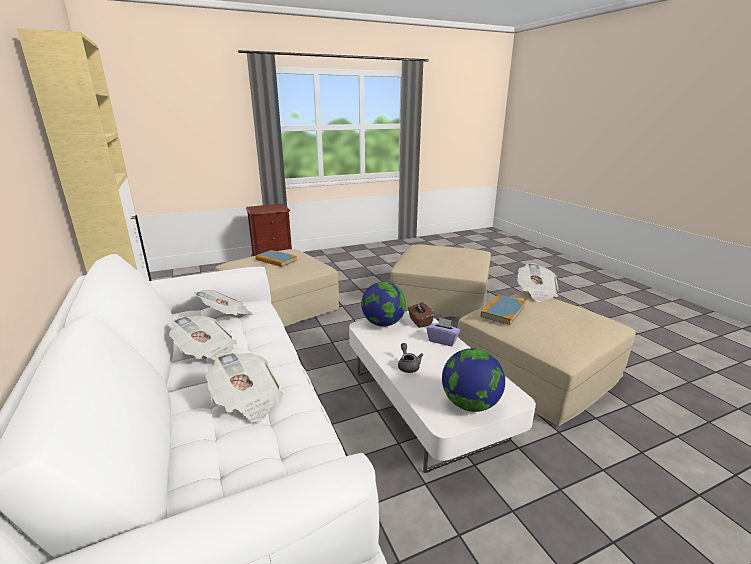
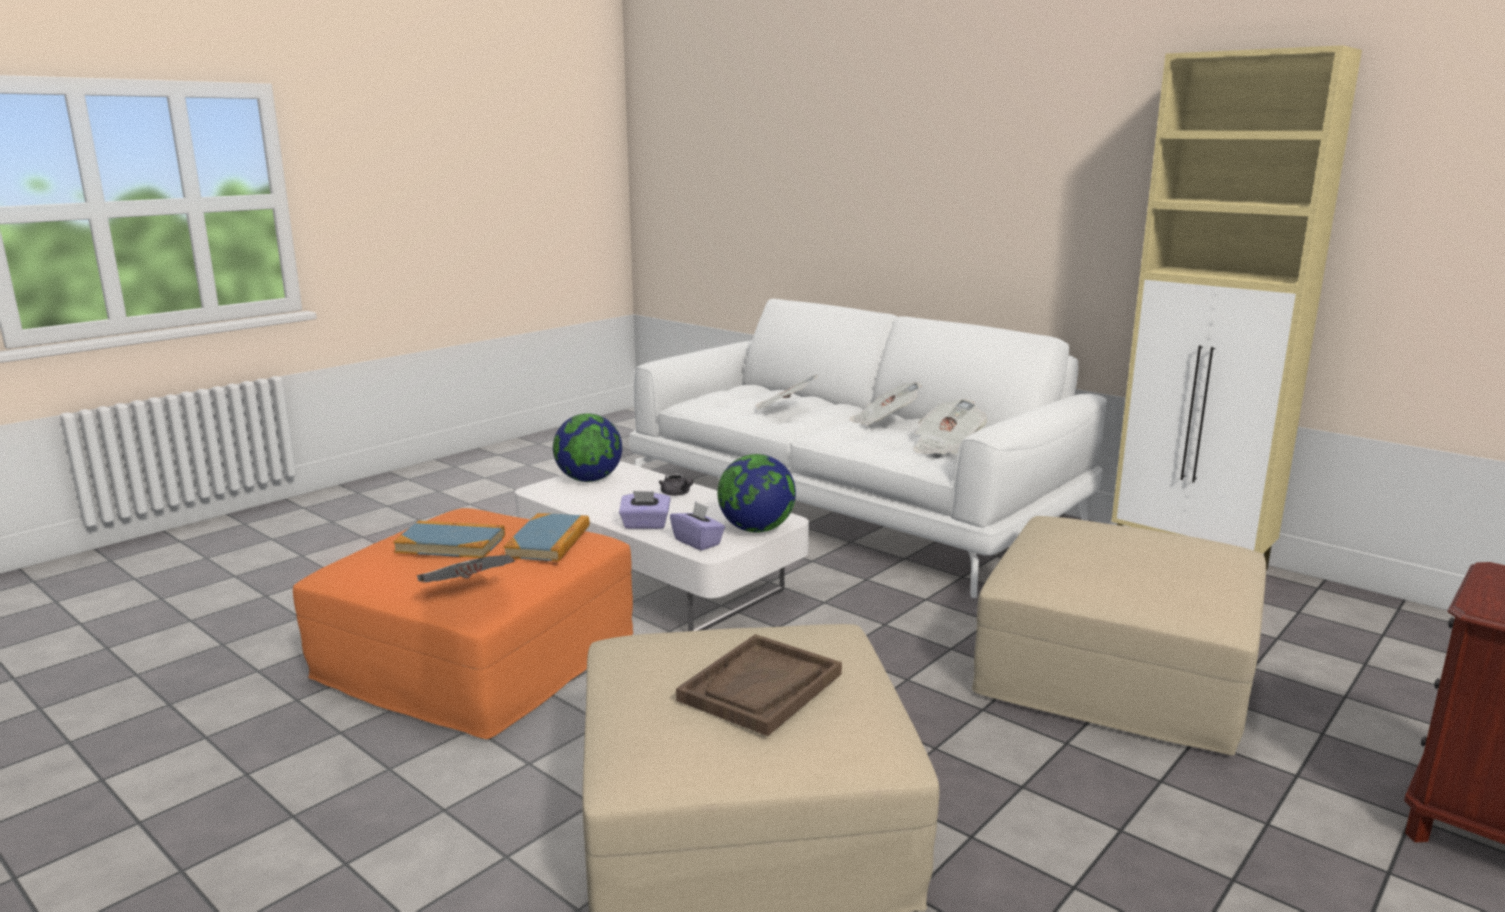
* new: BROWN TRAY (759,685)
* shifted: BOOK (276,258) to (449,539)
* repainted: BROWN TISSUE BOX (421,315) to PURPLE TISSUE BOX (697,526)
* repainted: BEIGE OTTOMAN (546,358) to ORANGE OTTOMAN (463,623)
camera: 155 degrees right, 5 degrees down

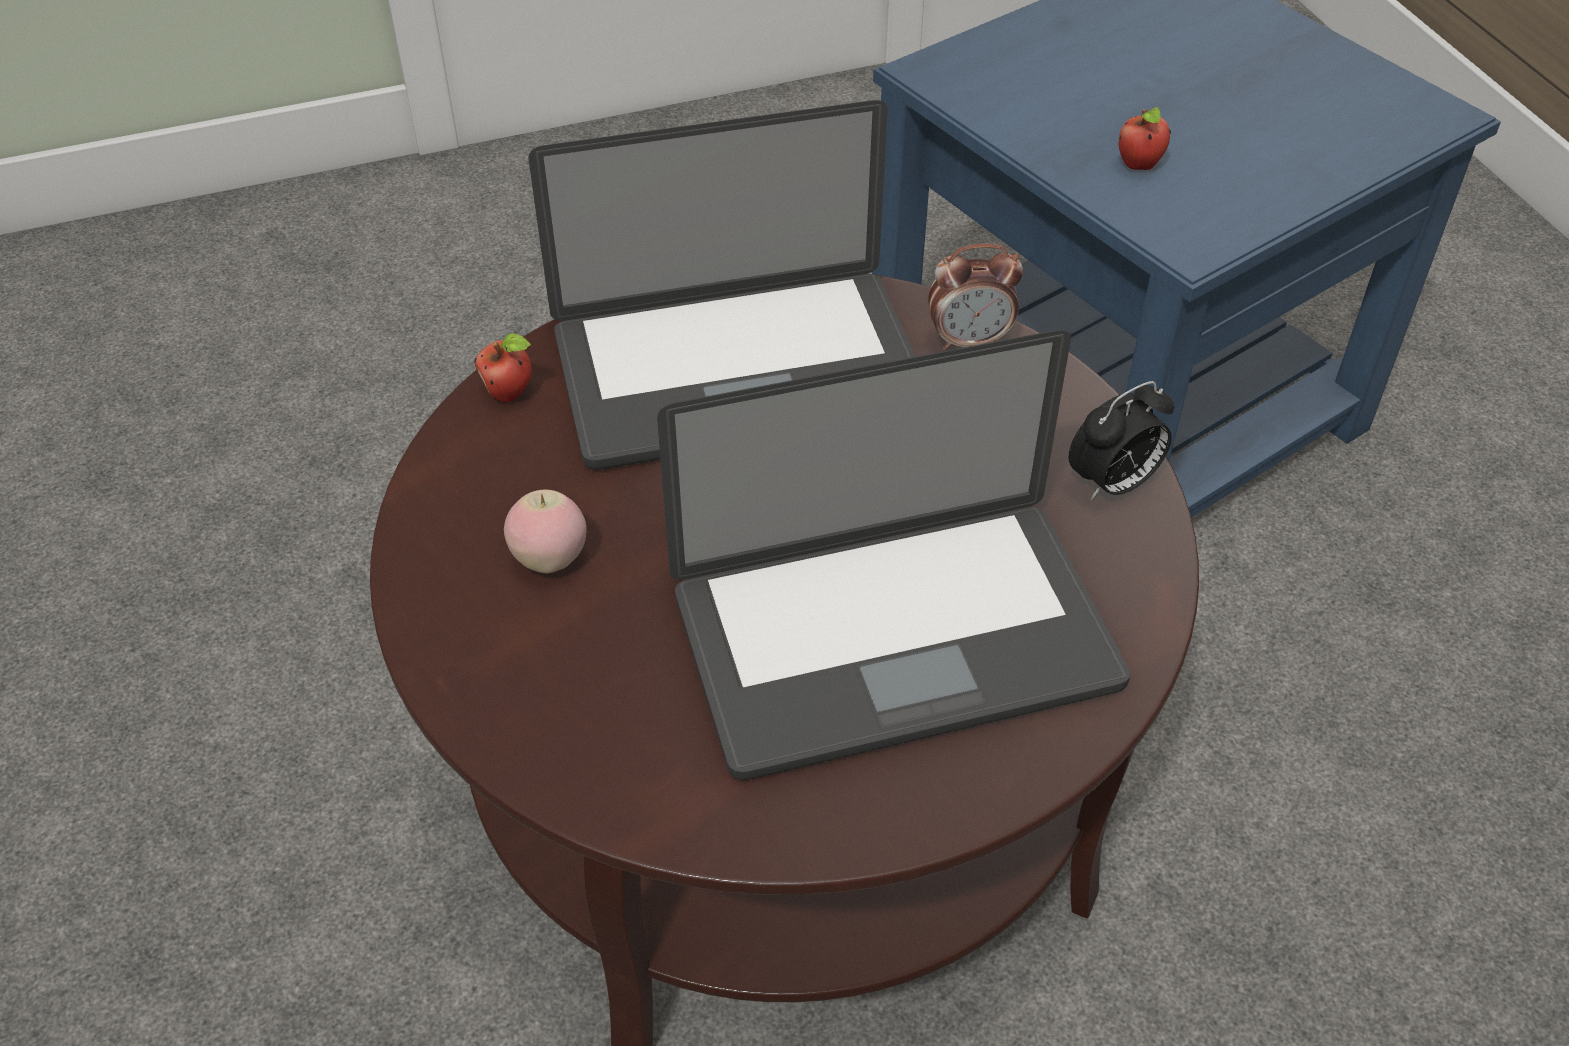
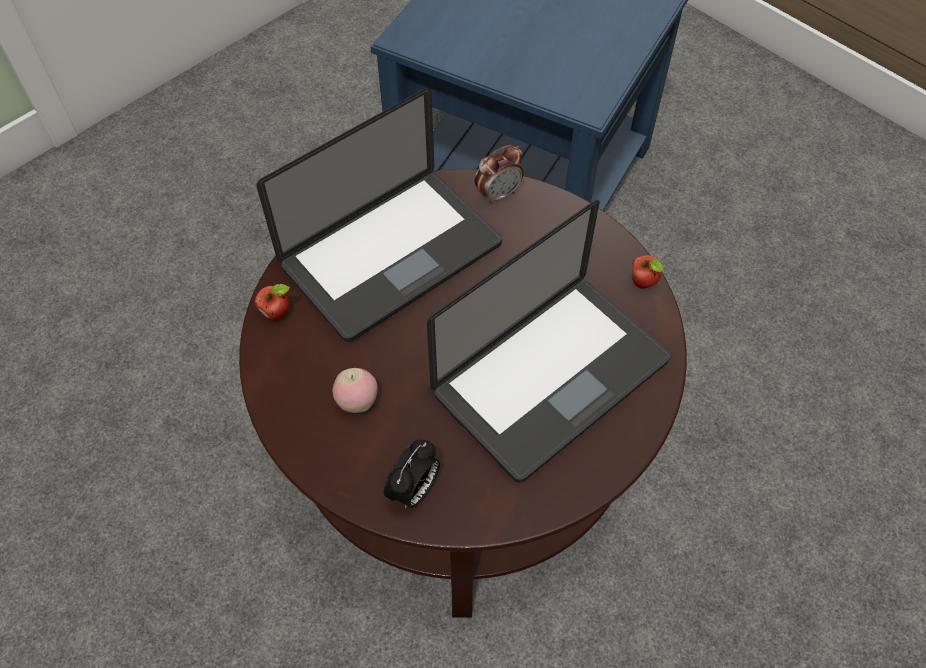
* shifted: ALARM CLOCK (1121,440) to (412,474)
* shifted: APPLE (1145,138) to (647,271)
camera: 25 degrees left, 10 degrees up

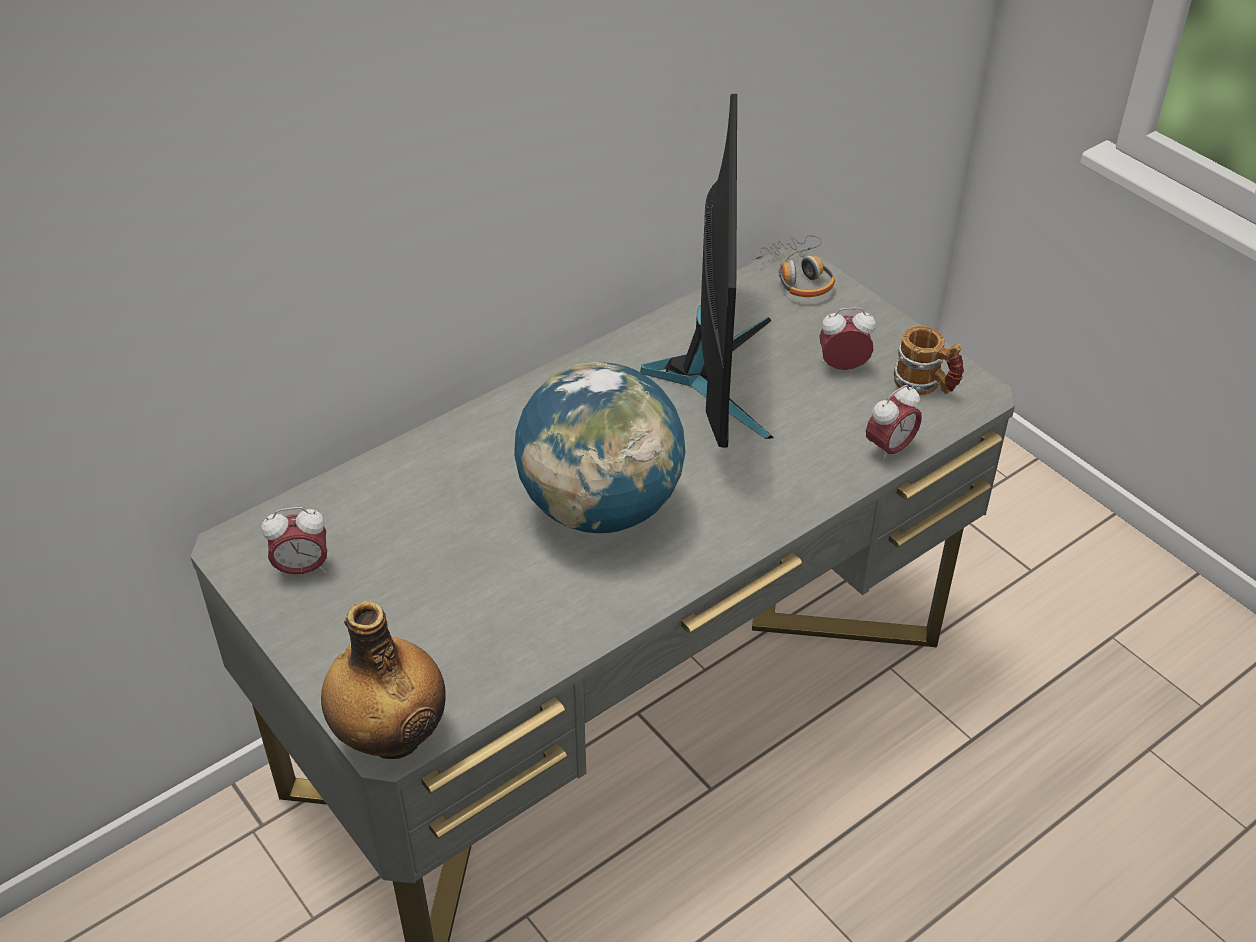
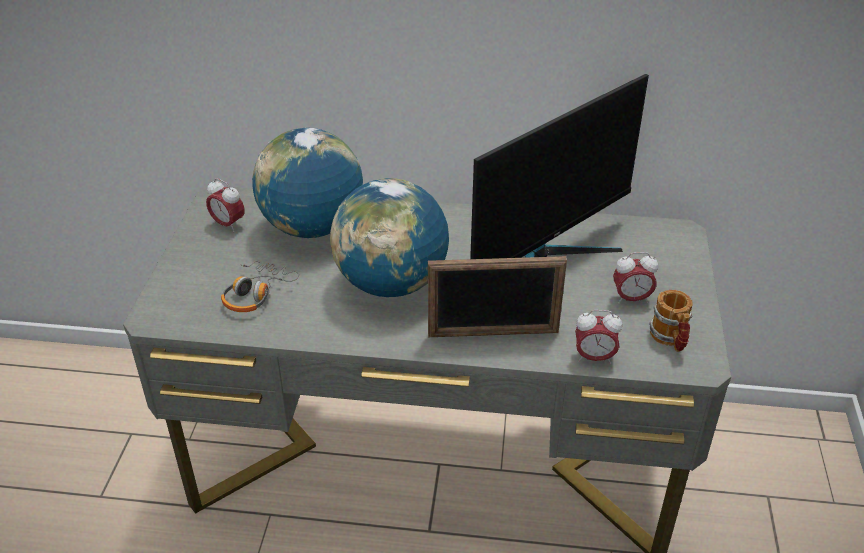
* gone: BOTTLE (383,680)
* new: GLOBE (307,183)
* new: PICTURE FRAME (497,296)
* shifted: HEADPHONES (793,266) to (260,286)
* rotated: ALARM CLOCK (847,339) = (635,278) 135 degrees clockwise
camera: 45 degrees right, 5 degrees down

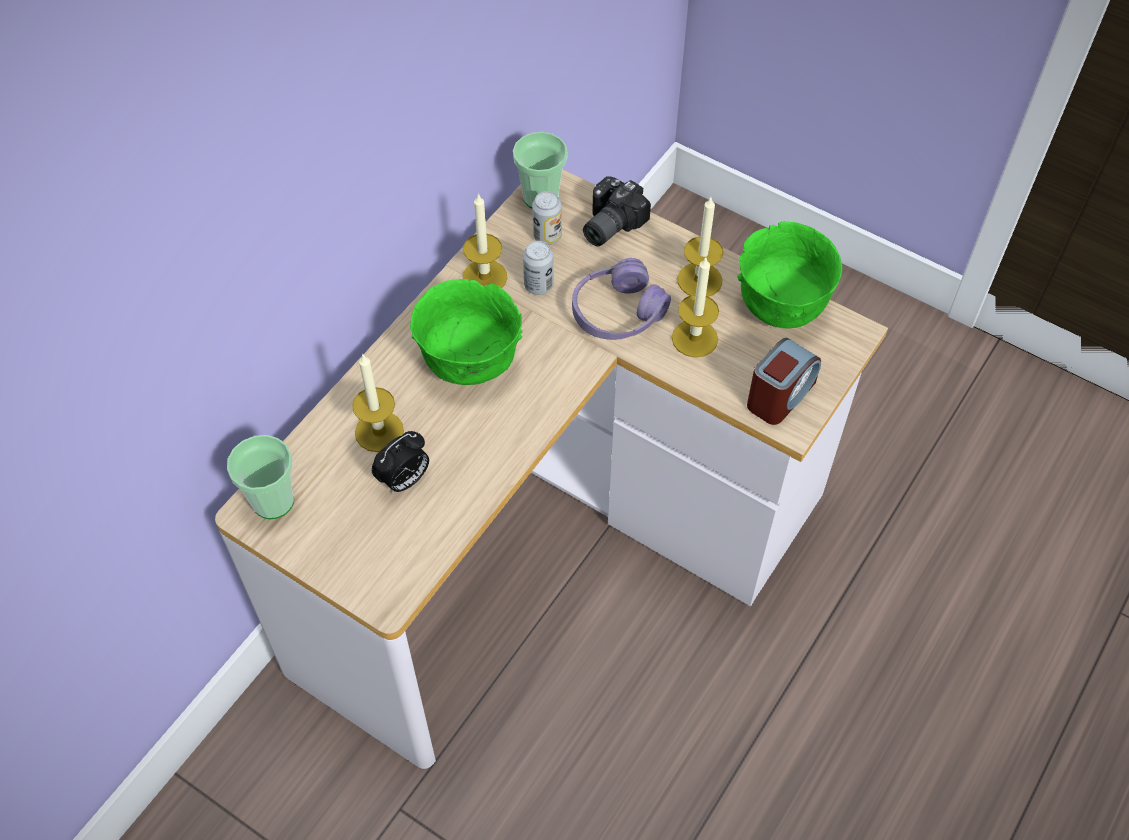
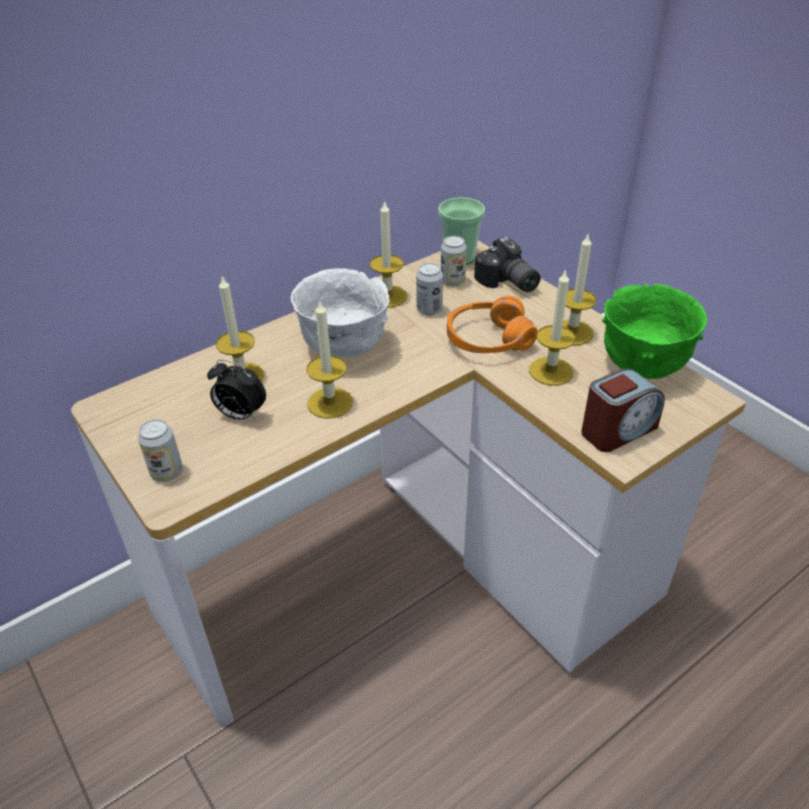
* gone: CUP (260,477)
* new: CAN (160,450)
* new: CANDLE (329,359)
* repainted: GREEN BOWL (466,332) to WHITE BOWL (340,312)
* repainted: PURPLE HEADPHONES (621,299) to ORANGE HEADPHONES (492,324)
* rotated: ALARM CLOCK (400,462) = (236,390) 45 degrees clockwise
* rotated: PHOTO CAMERA (617,211) = (507,264) 90 degrees counterclockwise
camera: 20 degrees right, 15 degrees down

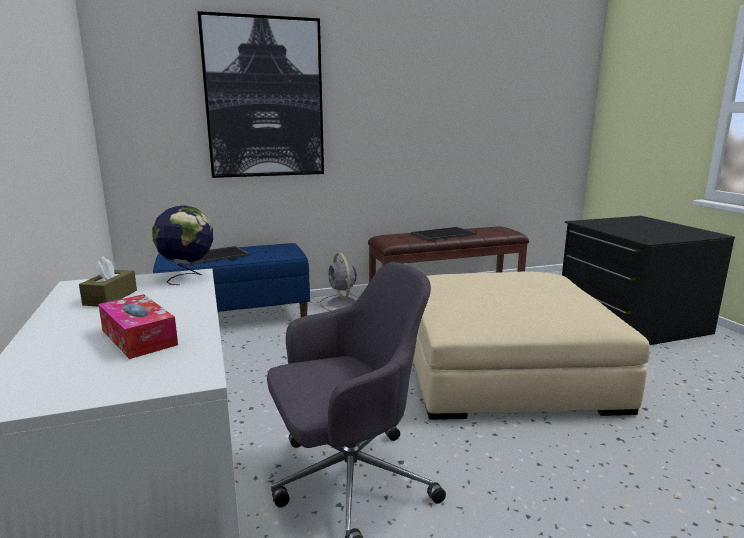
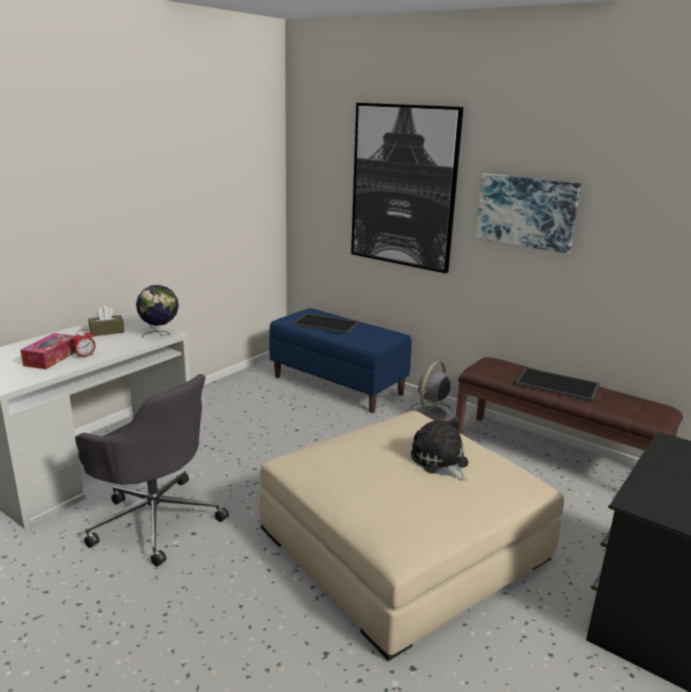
* new: ALARM CLOCK (84,343)
* new: PLUSH TOY (439,449)
* new: PICTURE (528,213)
camera: 55 degrees right, 5 degrees up

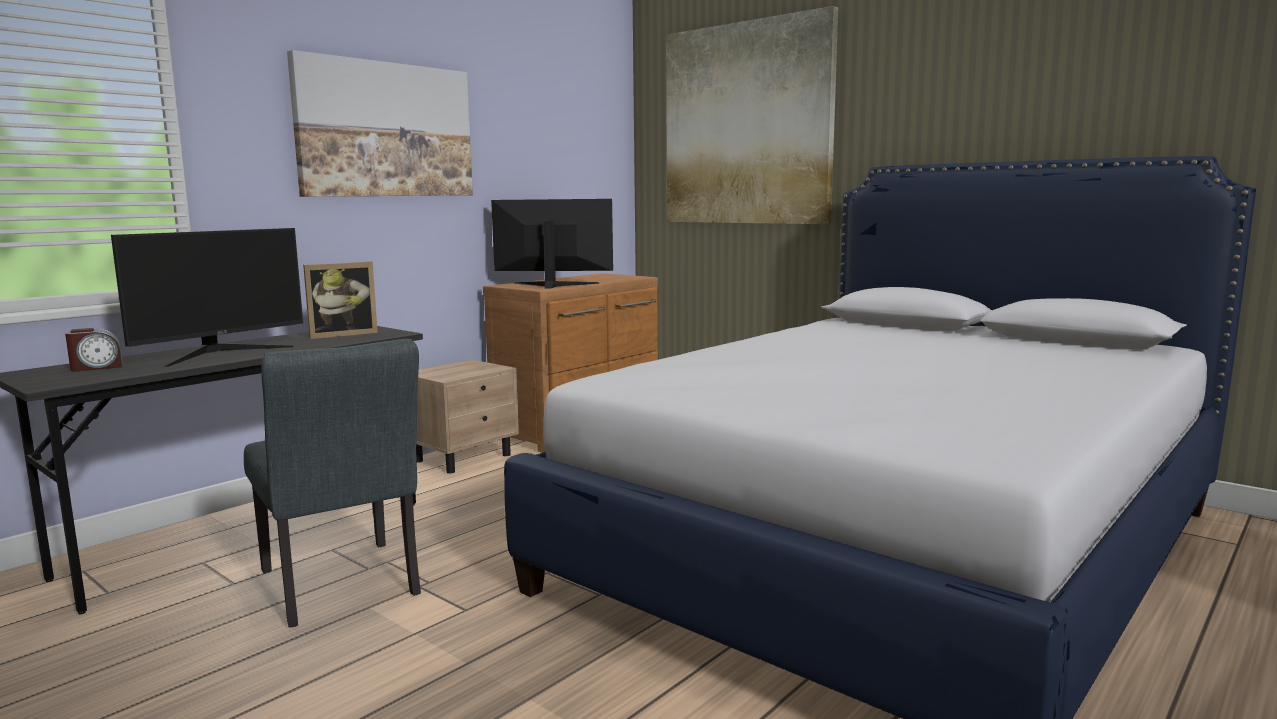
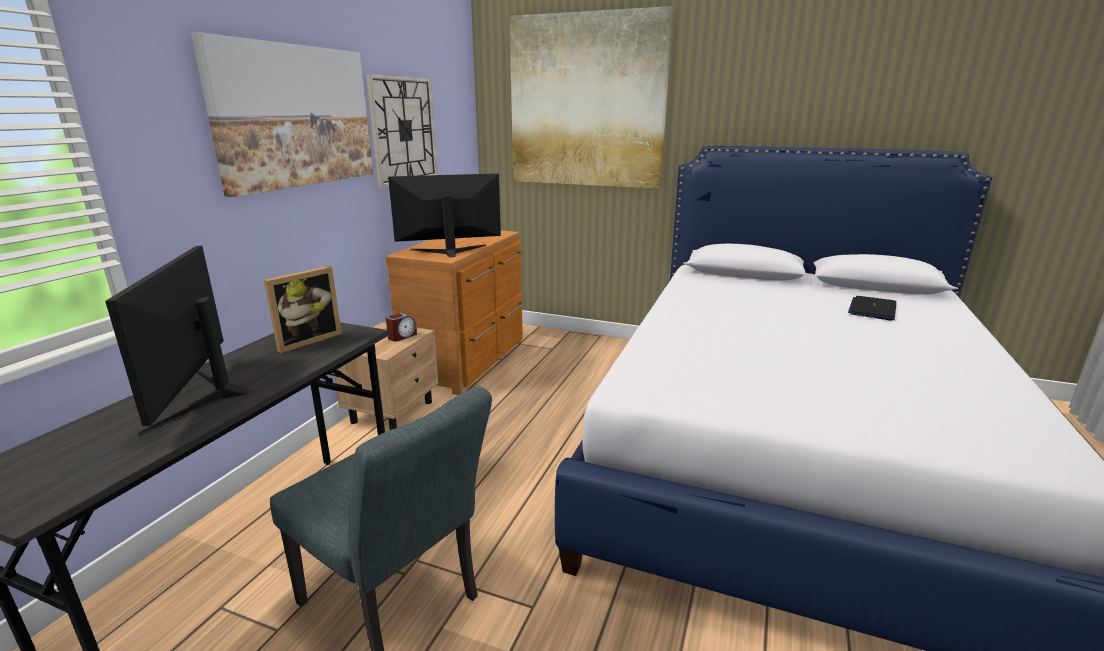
* new: WALL CLOCK (402,131)
* new: LAPTOP (872,308)
* shifted: ALARM CLOCK (94,350) to (401,327)
* rotated: MONITOR (207,297) = (177,341) 150 degrees clockwise
camera: 20 degrees left, 10 degrees up

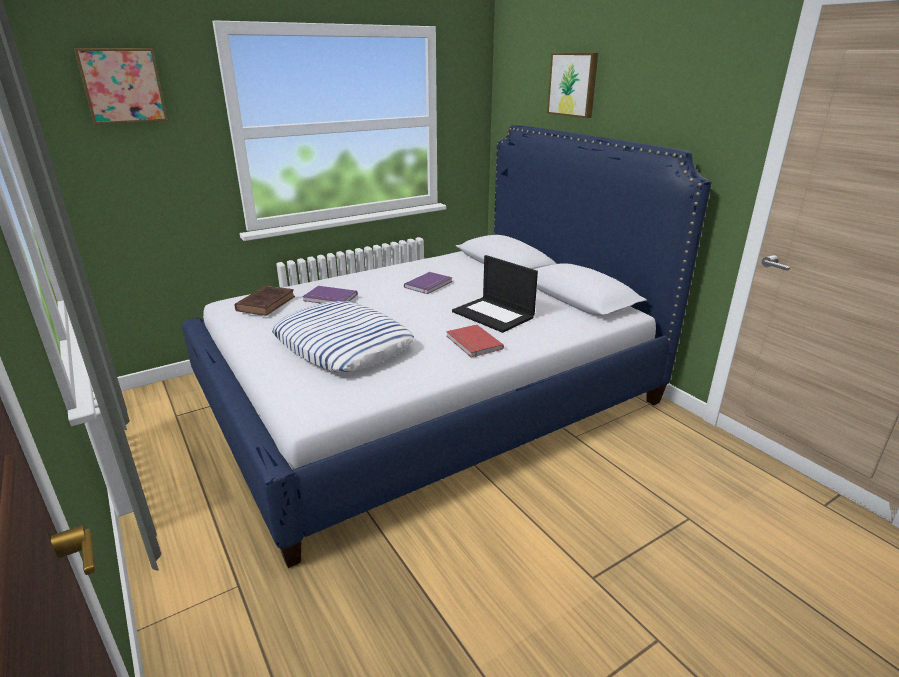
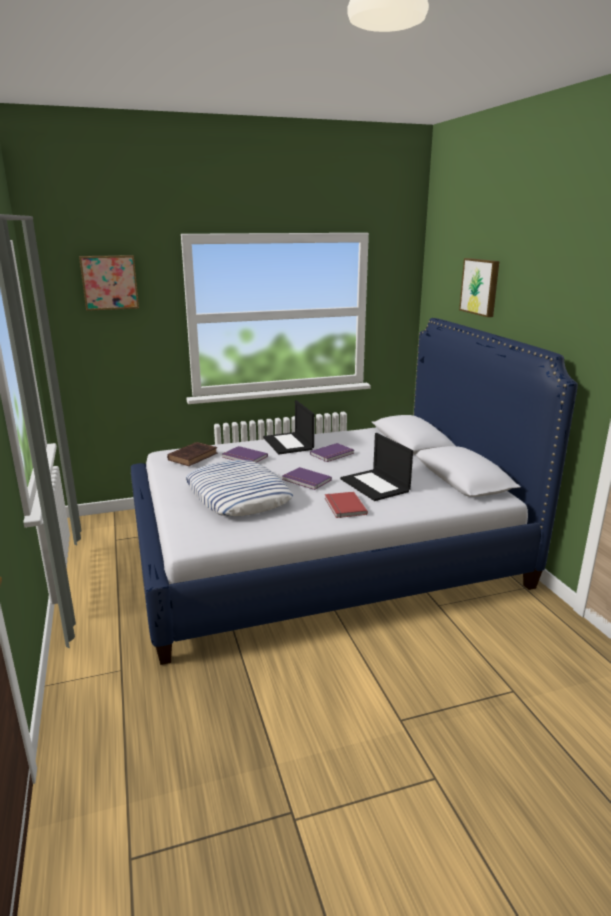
* new: LAPTOP (288,427)
* new: PURPLE BOOK (307,478)
camera: 15 degrees right, 5 degrees down

